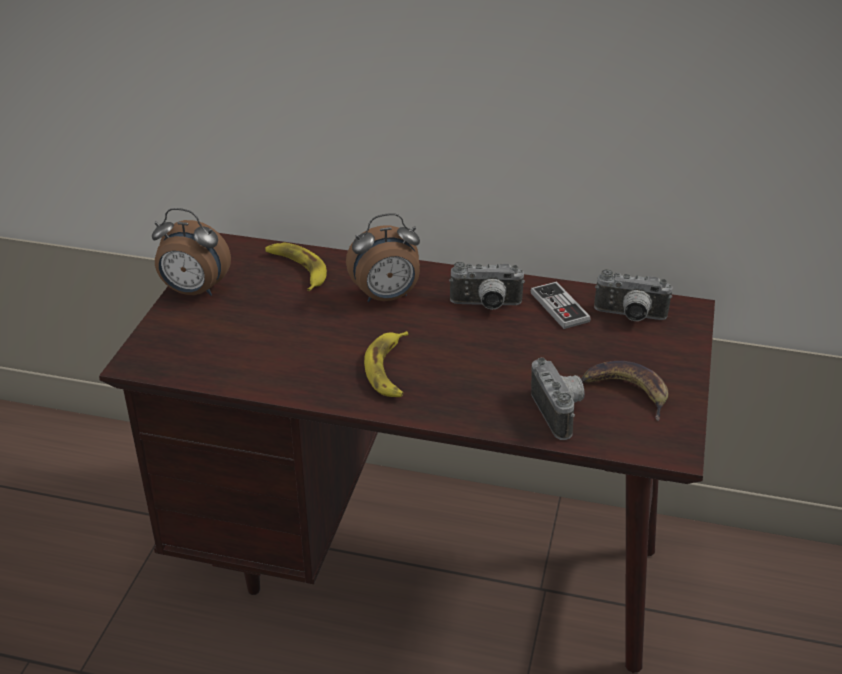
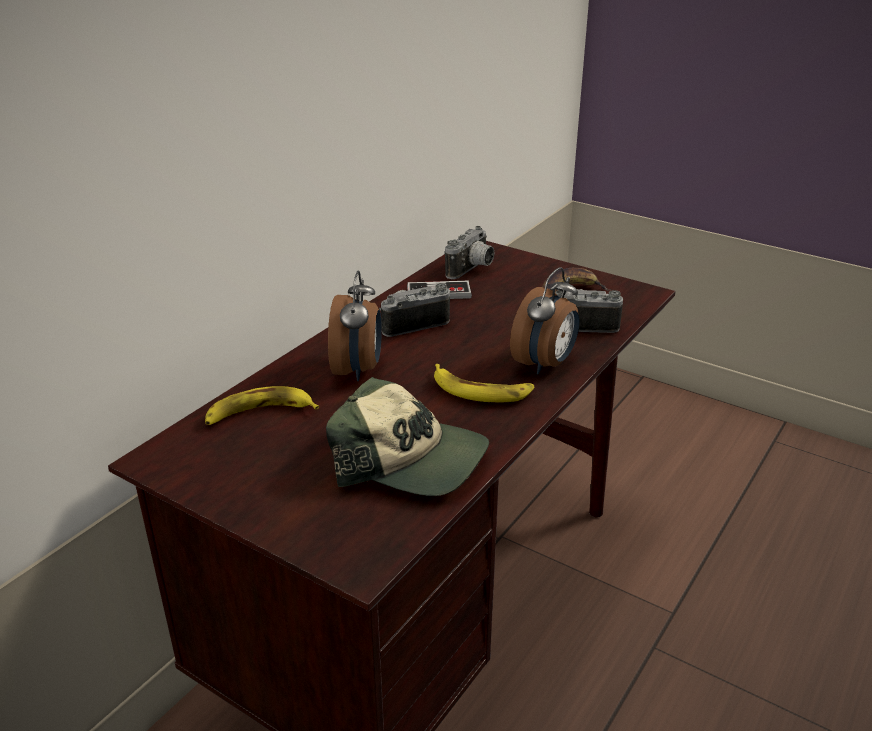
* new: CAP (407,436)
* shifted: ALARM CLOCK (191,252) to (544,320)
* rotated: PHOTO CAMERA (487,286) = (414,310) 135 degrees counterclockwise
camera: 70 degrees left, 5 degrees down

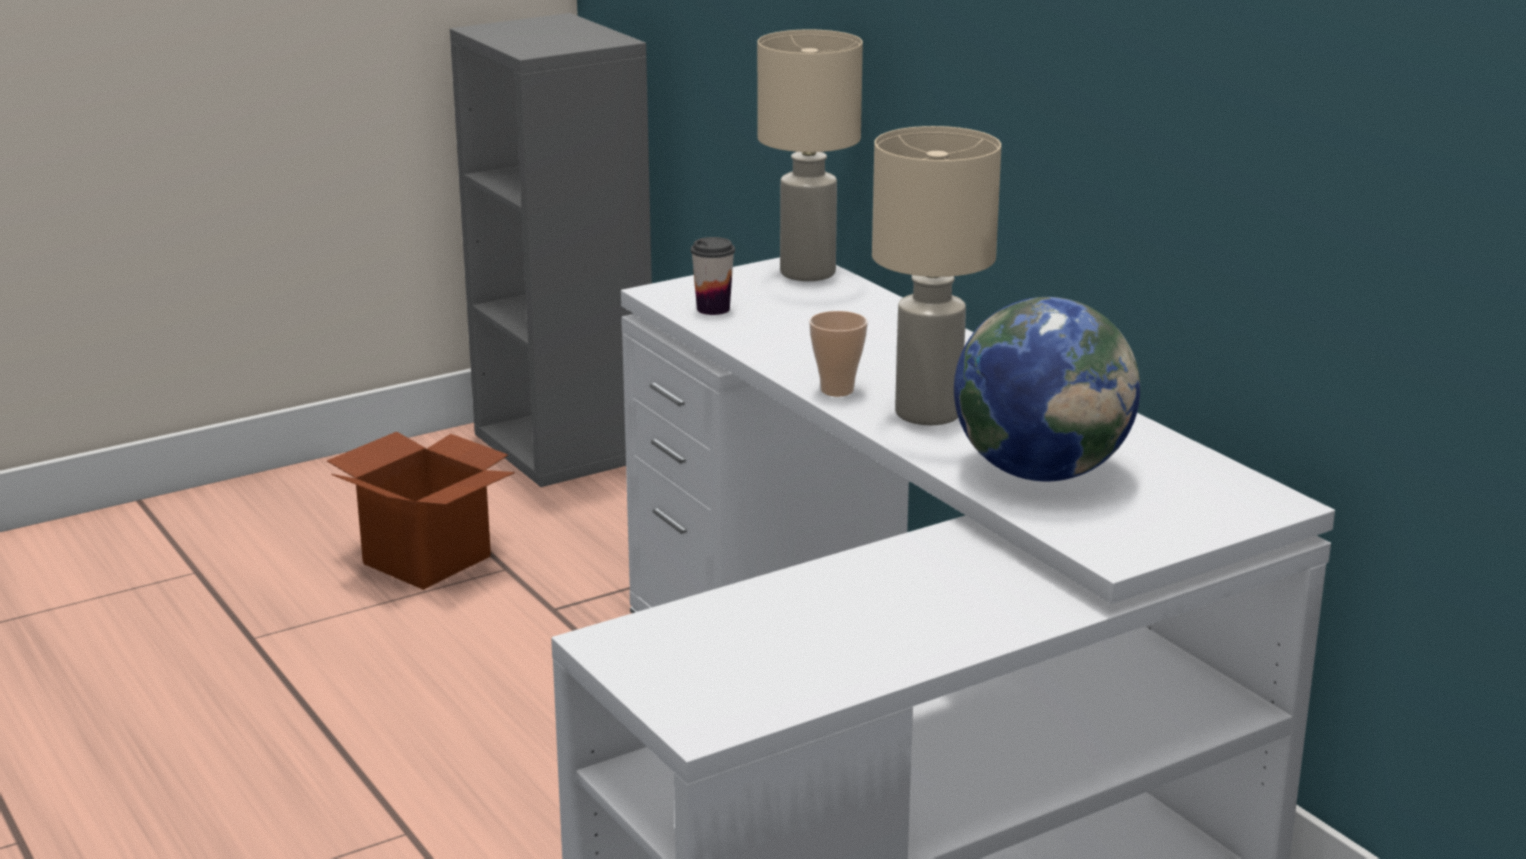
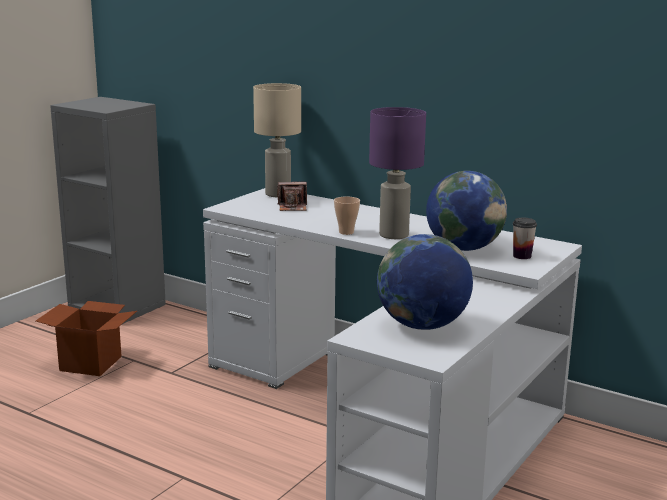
* new: PHOTO CAMERA (292,196)
* new: GLOBE (425,282)
* shifted: CUP (713,276) to (525,238)
* repainted: BEIGE TABLE LAMP (936,275) to PURPLE TABLE LAMP (397,173)
camera: 25 degrees left, 5 degrees down

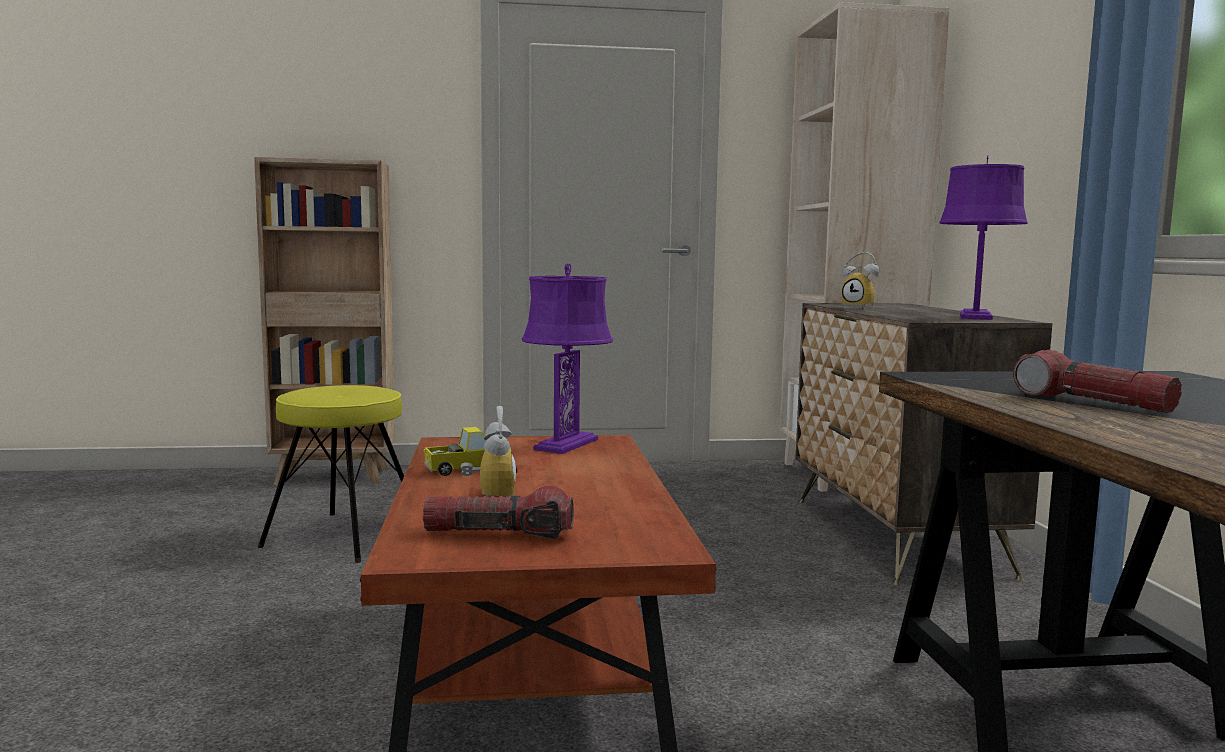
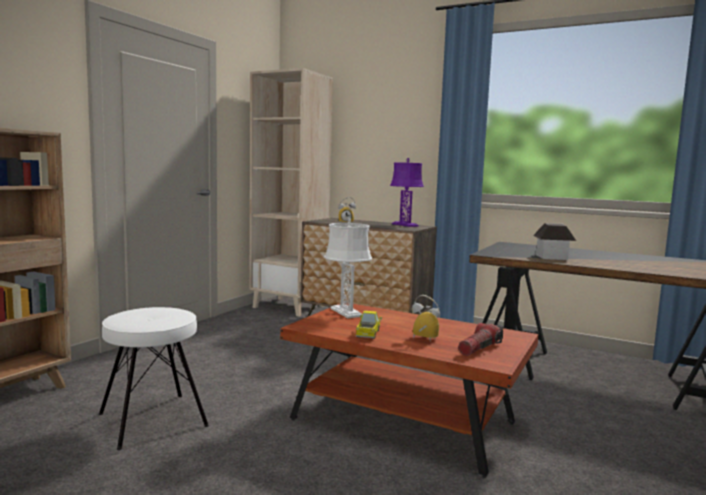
* swapped: FLASHLIGHT (1097,381) to TOY HOUSE (554,241)
* repainted: YELLOW STOOL (331,474) to WHITE STOOL (154,378)
* repainted: PURPLE TABLE LAMP (567,359) to WHITE TABLE LAMP (348,268)
camera: 55 degrees left, 0 degrees up

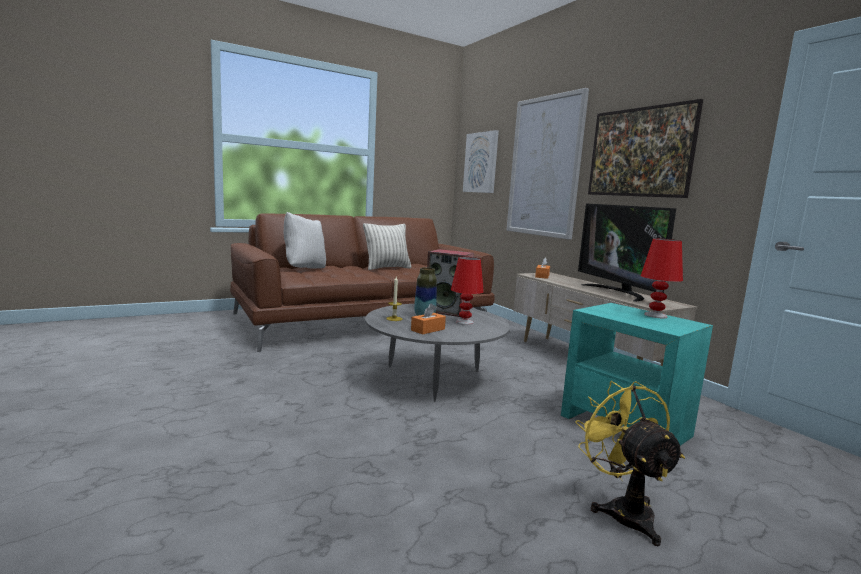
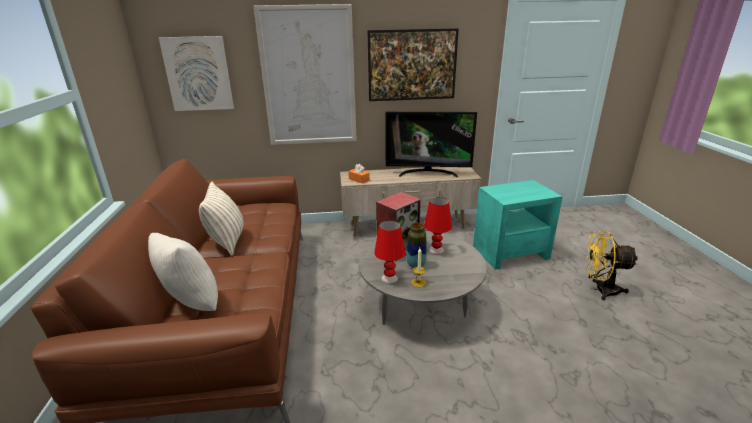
* gone: ORANGE TISSUE BOX (428,319)
* shifted: RED TABLE LAMP (662,278) to (389,252)
camera: 65 degrees left, 15 degrees up

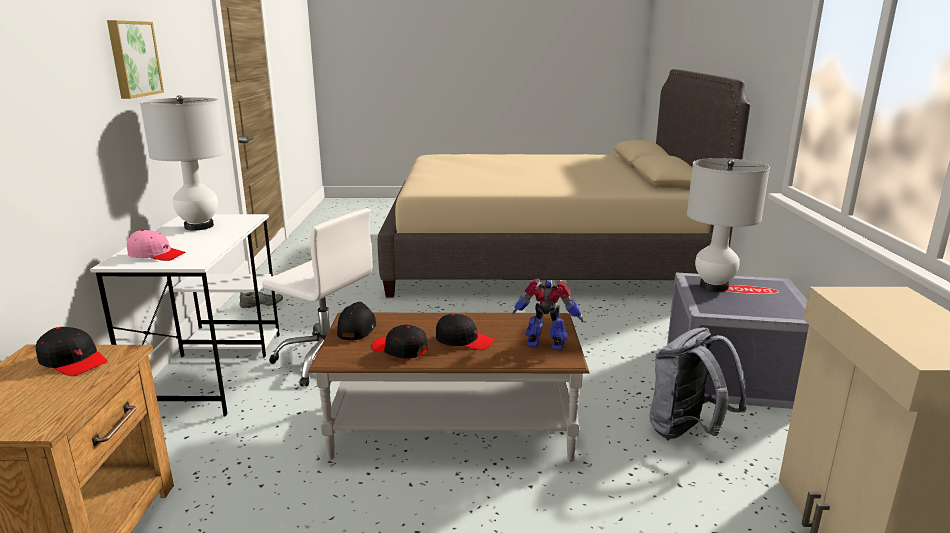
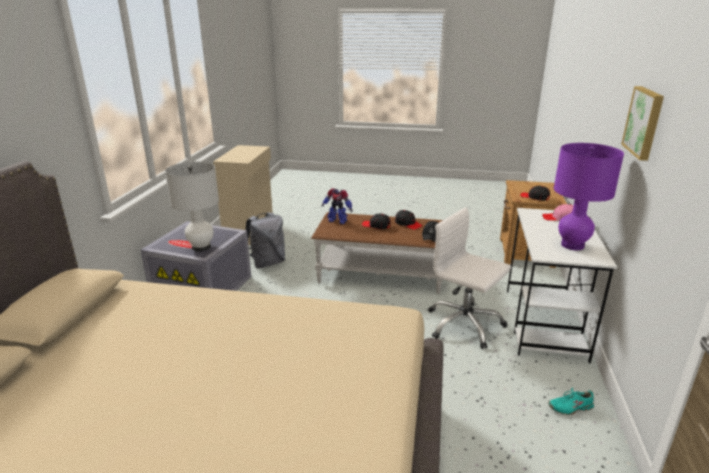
* repainted: WHITE TABLE LAMP (183,162) to PURPLE TABLE LAMP (589,196)
* repainted: GREY SHOE (261,298) to TURQUOISE SHOE (571,401)
camera: 170 degrees left, 5 degrees up

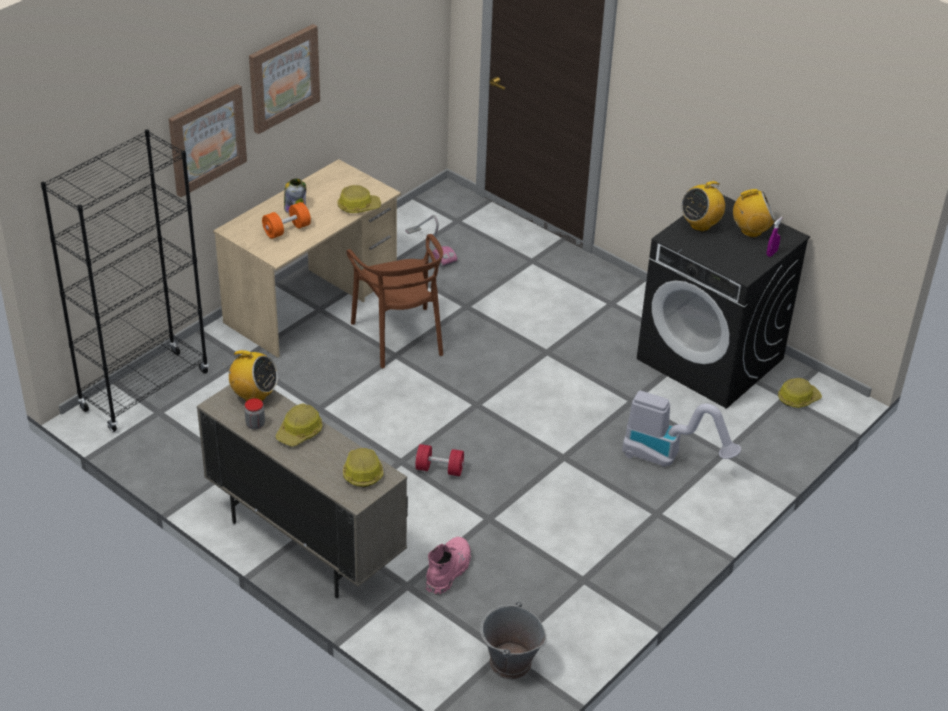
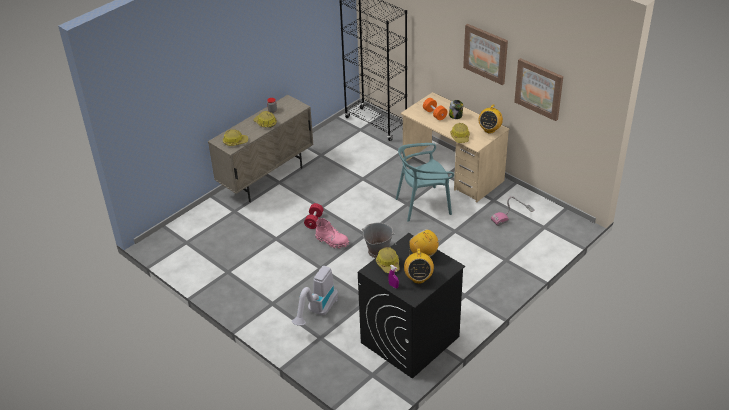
* shifted: PICTURE (208,140) to (538,89)
* shifted: RADIO (250,375) to (491,119)
* shifted: PINK BOOT (448,566) to (332,233)
* shifted: GREY BUCKET (513,641) to (378,240)
* shifted: HARD HAT (800,393) to (388,260)
* repainted: BROWN CHAIR (394,301) to TURQUOISE CHAIR (424,182)
camera: 95 degrees right, 0 degrees up

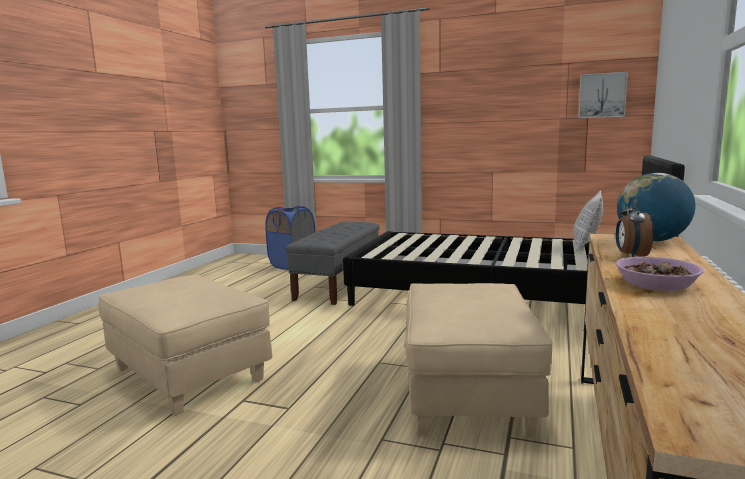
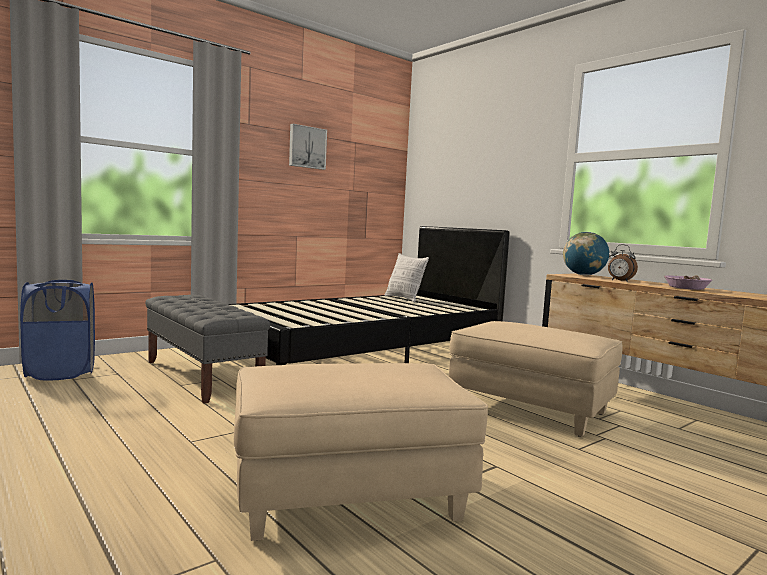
* shifted: PICTURE (603,95) to (308,147)
camera: 60 degrees left, 5 degrees down

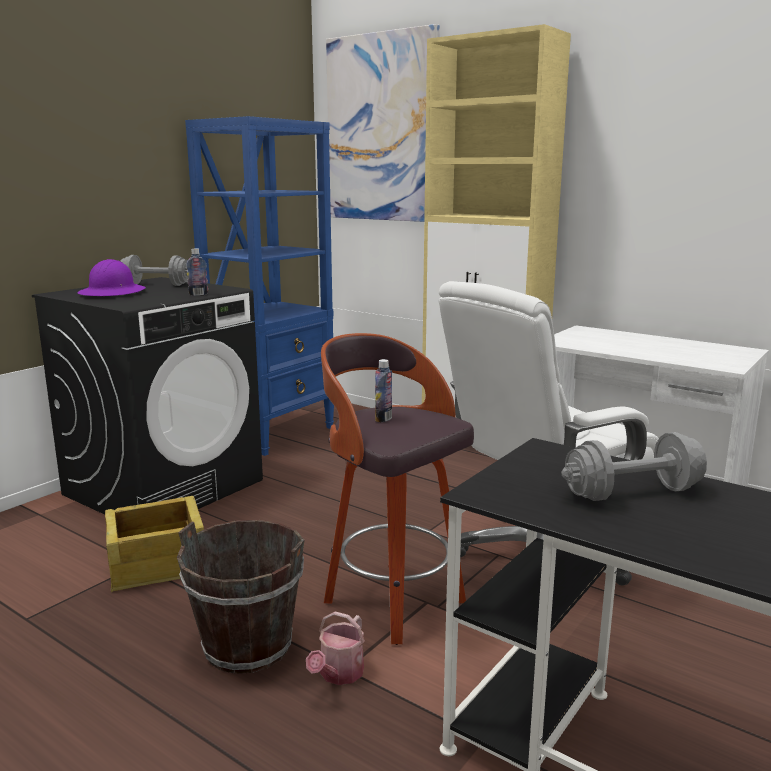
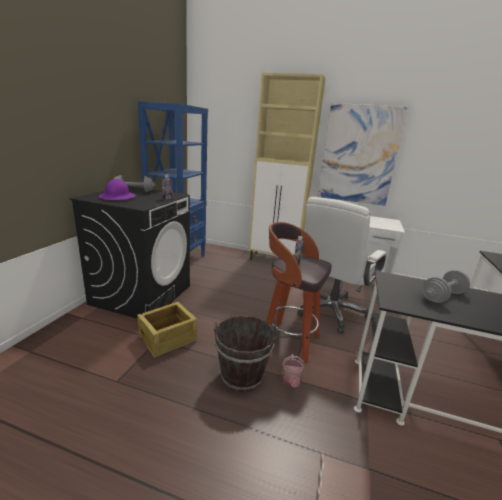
* shifted: PICTURE (383,123) to (362,154)
camera: 20 degrees left, 5 degrees up

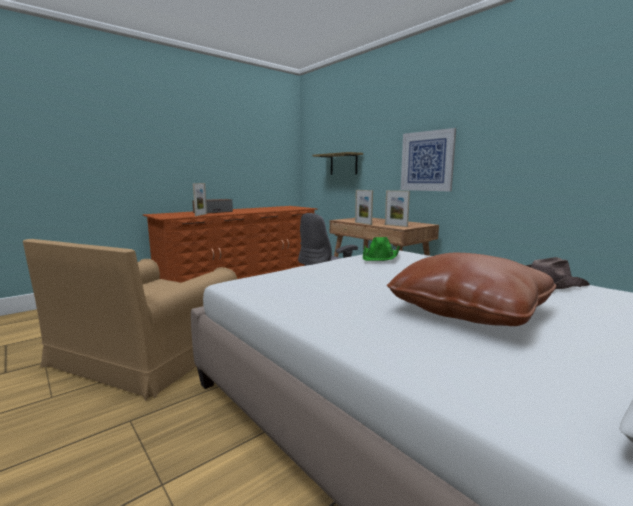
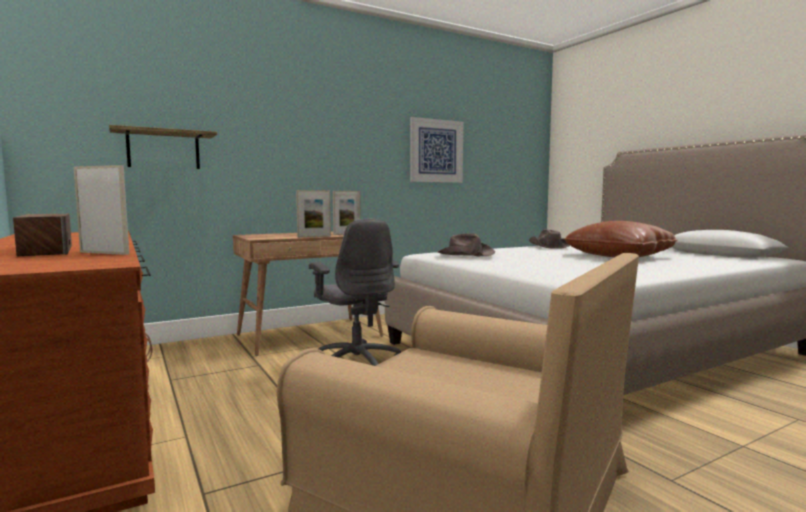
* shifted: PICTURE (428,159) to (436,150)
* repainted: GREEN HAT (381,249) to BROWN HAT (466,245)
camera: 80 degrees left, 5 degrees down

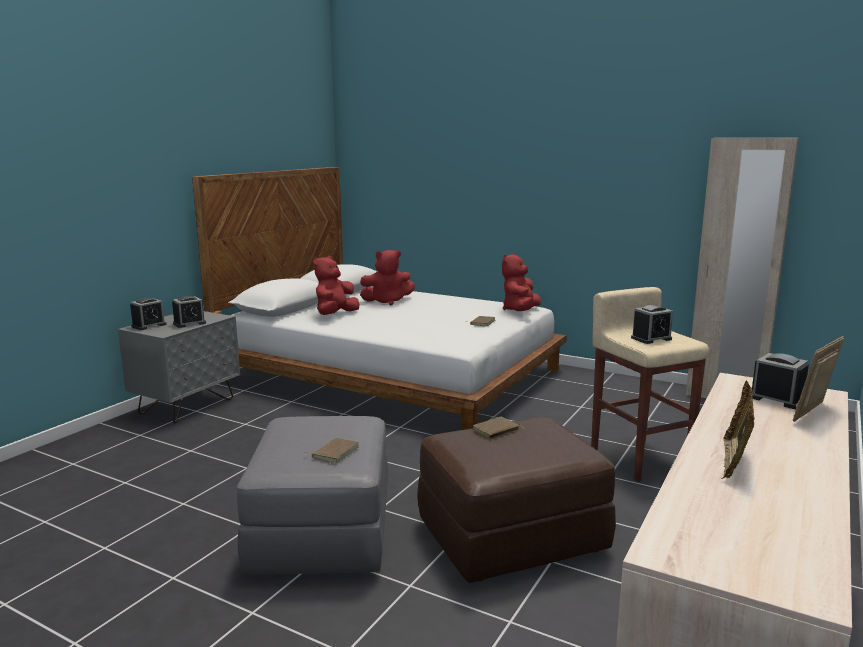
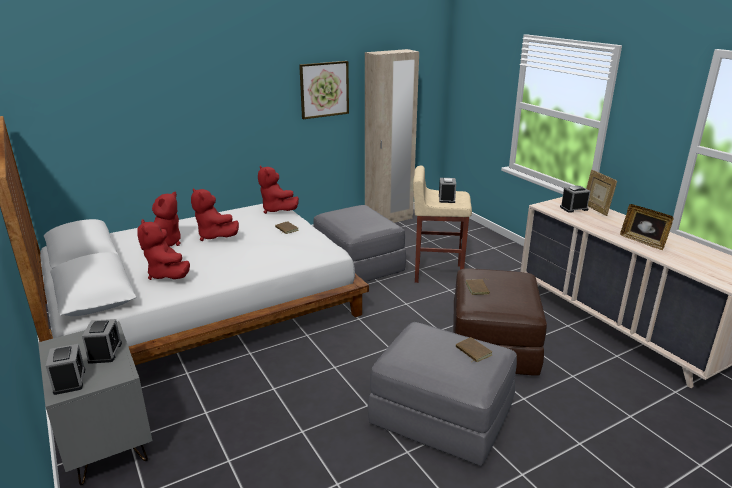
* new: RED PLUSH TOY (215,214)
* new: PICTURE (324,90)
* new: GREY OTTOMAN (359,243)
camera: 60 degrees left, 10 degrees up

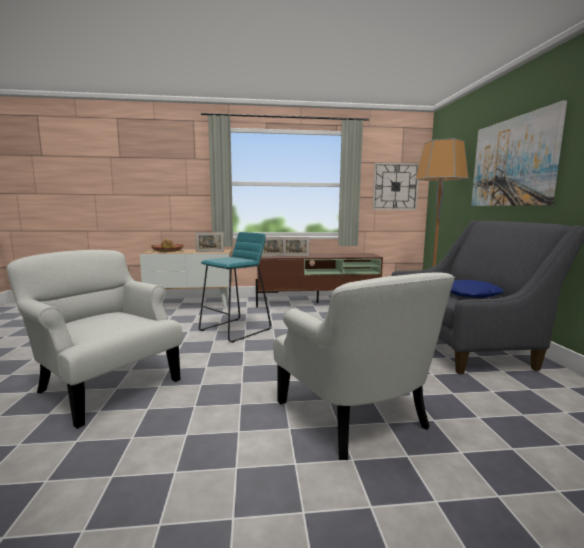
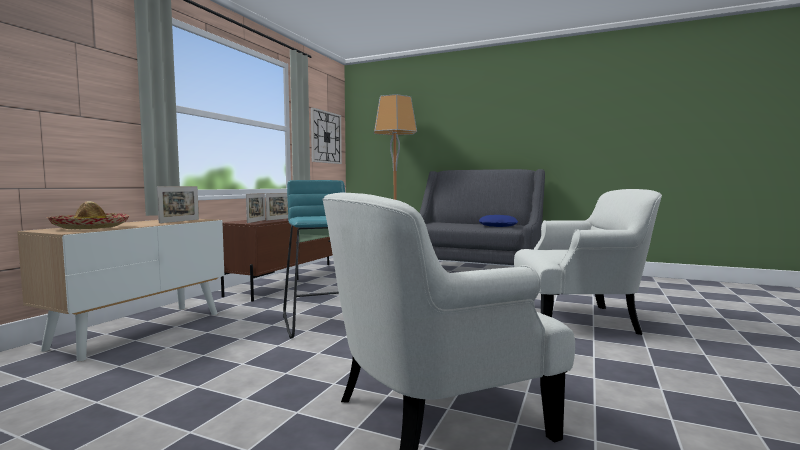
* gone: PICTURE (519,153)
camera: 60 degrees left, 5 degrees down

